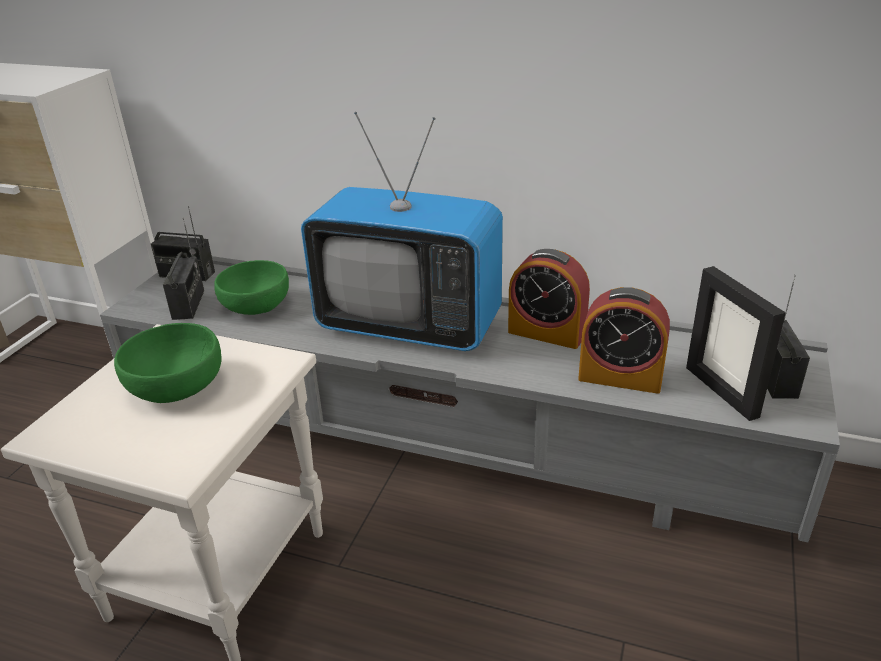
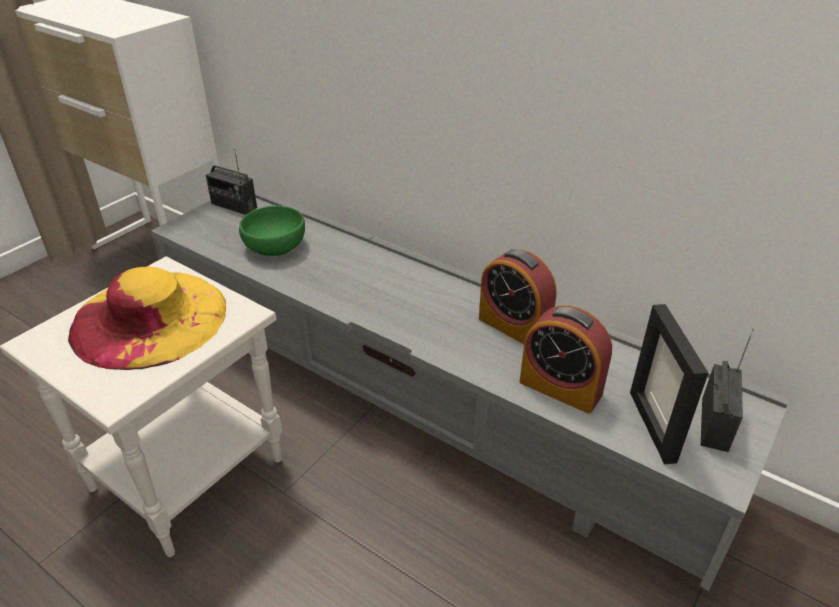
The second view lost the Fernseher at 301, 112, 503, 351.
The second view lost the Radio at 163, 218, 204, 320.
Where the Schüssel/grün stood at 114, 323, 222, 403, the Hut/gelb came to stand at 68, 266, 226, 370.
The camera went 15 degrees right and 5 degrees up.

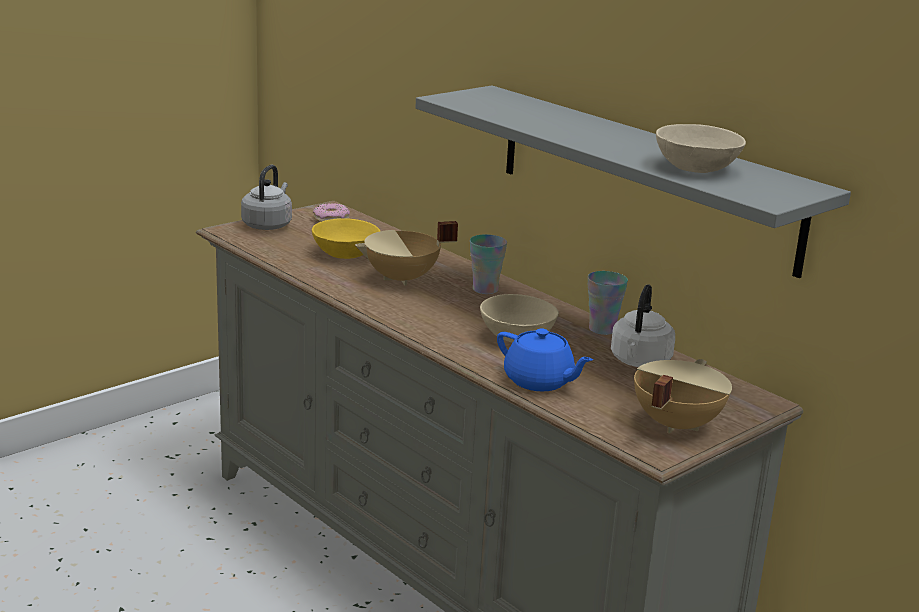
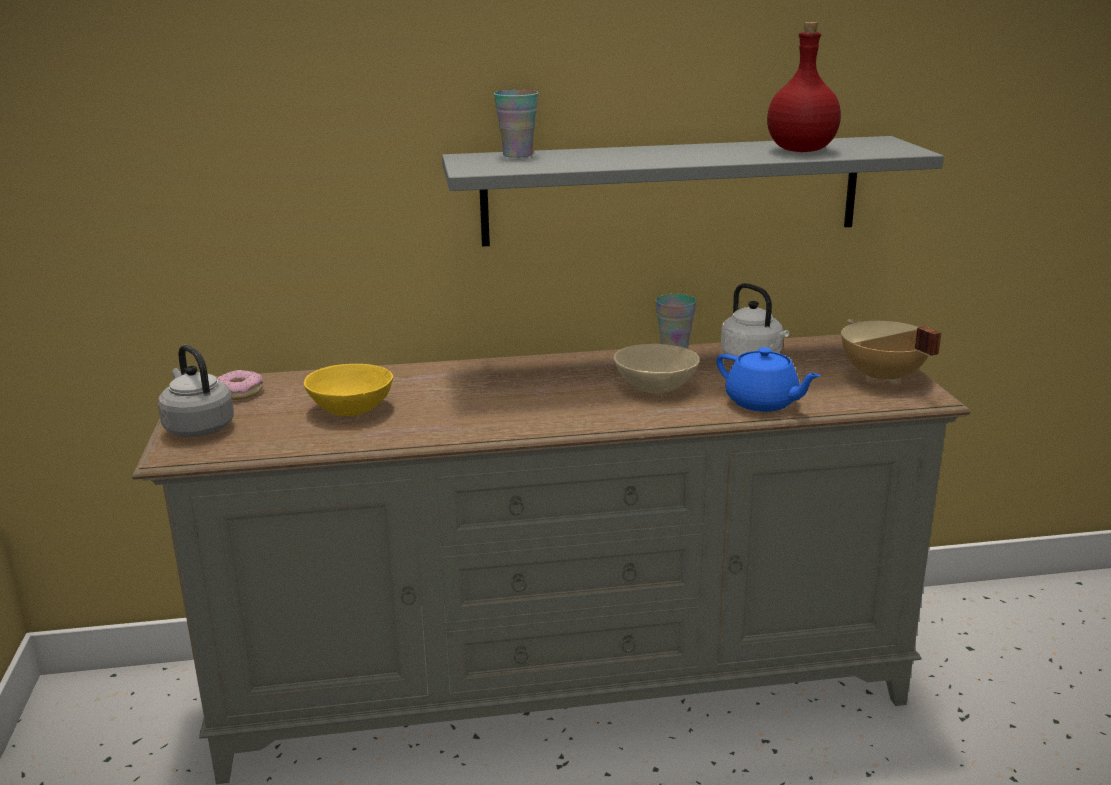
Where the Schüssel/beige stood at 656, 124, 746, 173, the Flasche/rot came to stand at 767, 22, 841, 152.
The second view lost the Kochtopf/beige at 355, 221, 458, 286.
The Tasse ended up elsewhere, having gone from 470, 234, 507, 294 to 494, 90, 538, 158.
The Teekanne/blau at 497, 328, 593, 392 ended up facing another way, 60 degrees clockwise from before.
The camera went 55 degrees left and 0 degrees up.

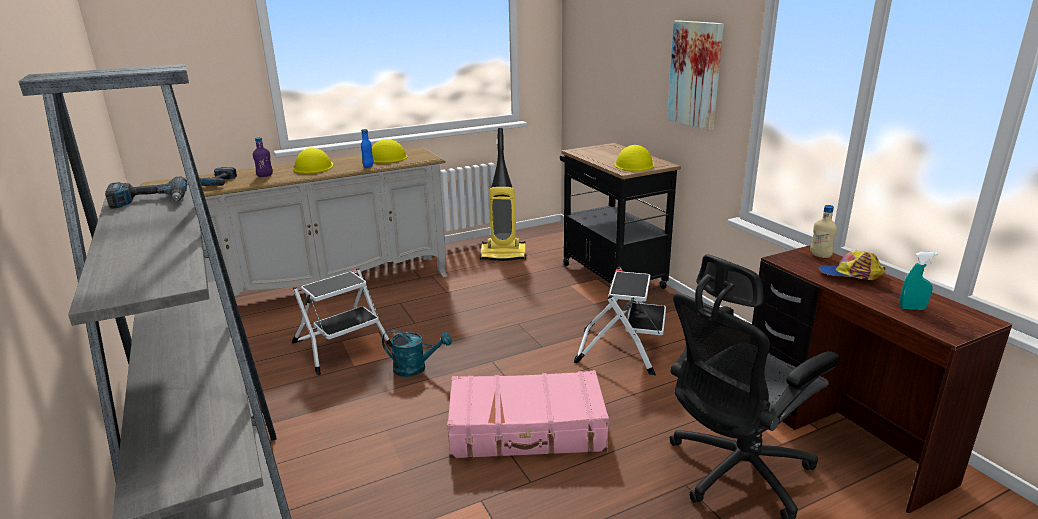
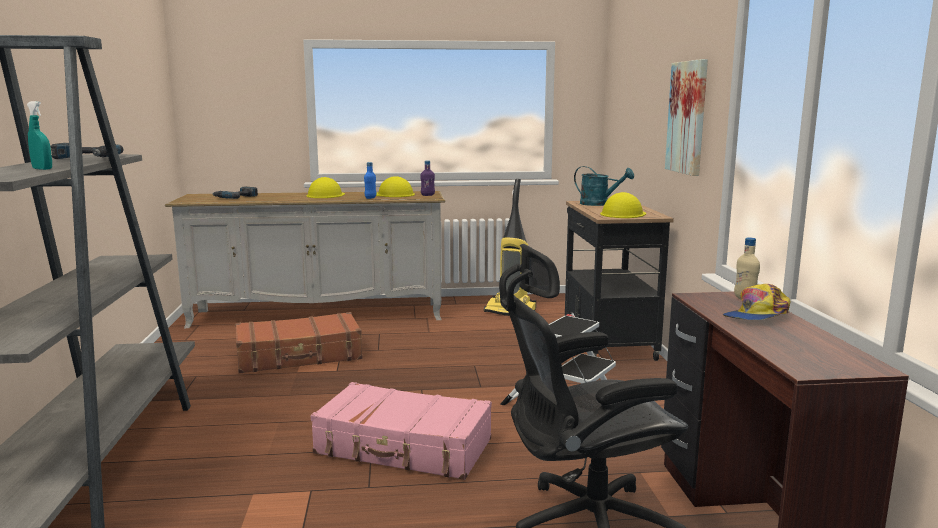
The Flasche/lila ended up elsewhere, having gone from 253, 137, 273, 177 to 421, 161, 435, 196.
The Kappe at 819, 251, 885, 280 ended up facing another way, 75 degrees counterclockwise from before.
The Sprühflasche/türkis ended up elsewhere, having gone from 899, 252, 938, 310 to 27, 101, 52, 170.
Where the Trittleiter stood at 292, 268, 392, 376, the Koffer/braun came to stand at 235, 312, 363, 374.
The Gießkanne/türkis ended up elsewhere, having gone from 382, 330, 452, 377 to 574, 166, 634, 206.
The camera went 20 degrees right and 10 degrees down.

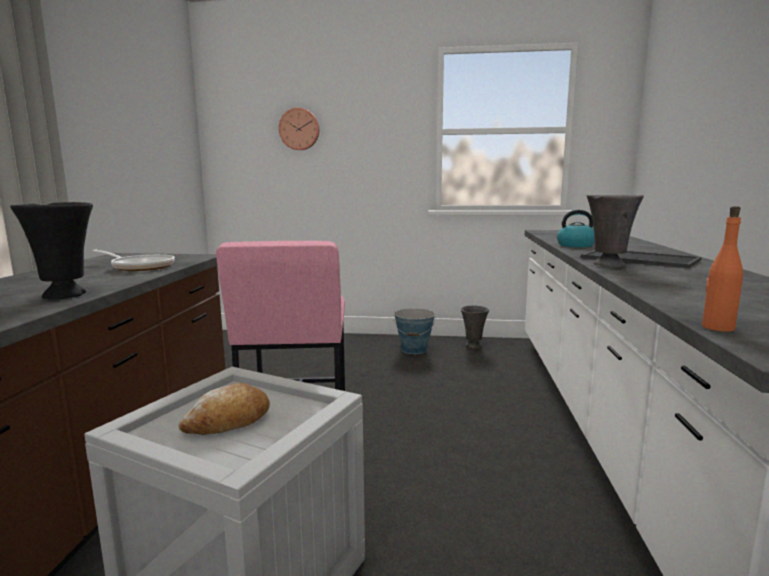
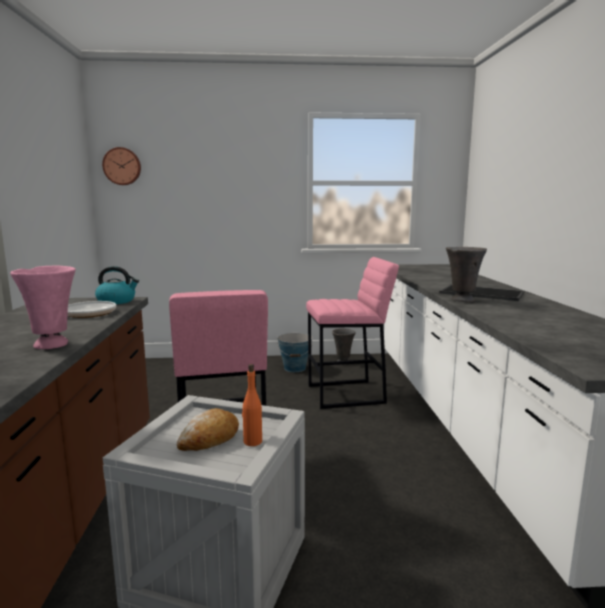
The Wanduhr ended up elsewhere, having gone from 279, 108, 319, 150 to 102, 147, 141, 185.
What was the Vase/schwarz at 10, 202, 93, 299 turned into the Vase/rosa at 10, 266, 76, 349.
The Flasche/orange ended up elsewhere, having gone from 702, 206, 743, 332 to 242, 364, 262, 446.
The Wasserkessel ended up elsewhere, having gone from 557, 210, 595, 247 to 95, 266, 139, 304.
The second view gained the Hocker/rosa at 306, 257, 399, 409.
The camera went 10 degrees left and 0 degrees up.

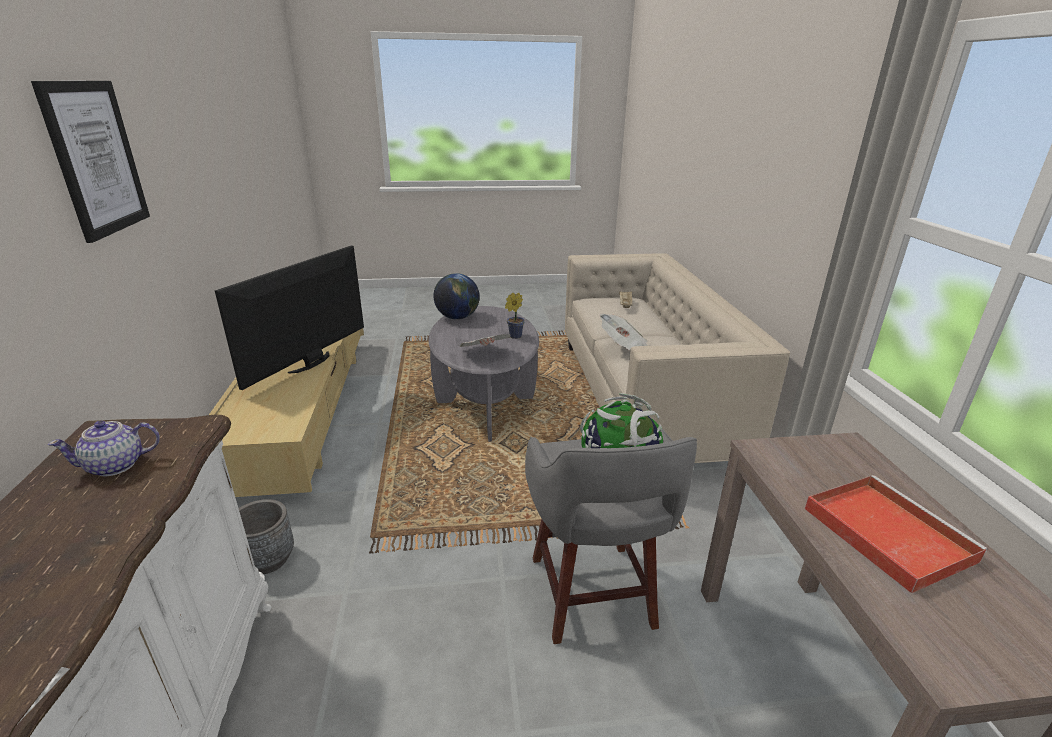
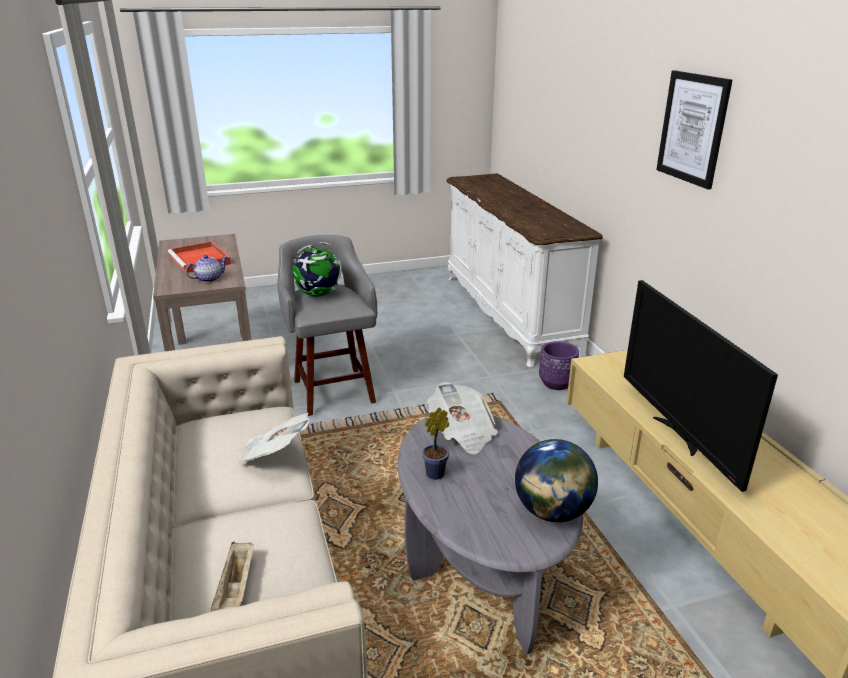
The Fernseher at 215, 246, 364, 390 ended up facing another way, 150 degrees clockwise from before.
The Teekanne ended up elsewhere, having gone from 48, 421, 160, 476 to 185, 255, 227, 283.
What was the Pflanzkübel/grau at 239, 499, 294, 574 turned into the Pflanzkübel/lila at 539, 341, 579, 390.
The camera went 170 degrees right and 0 degrees up.

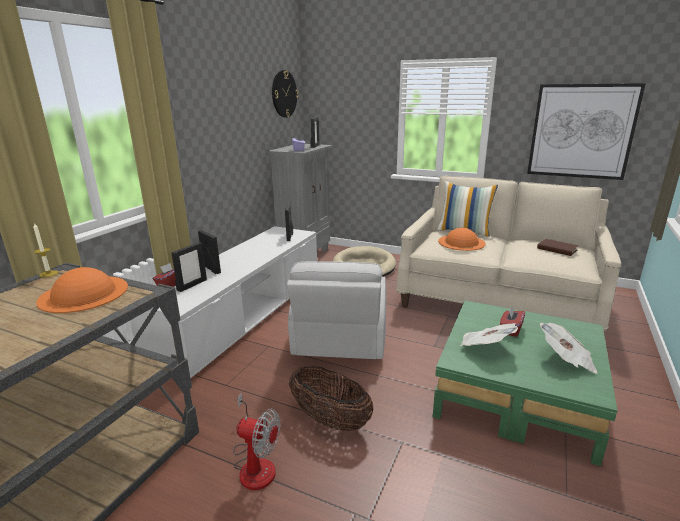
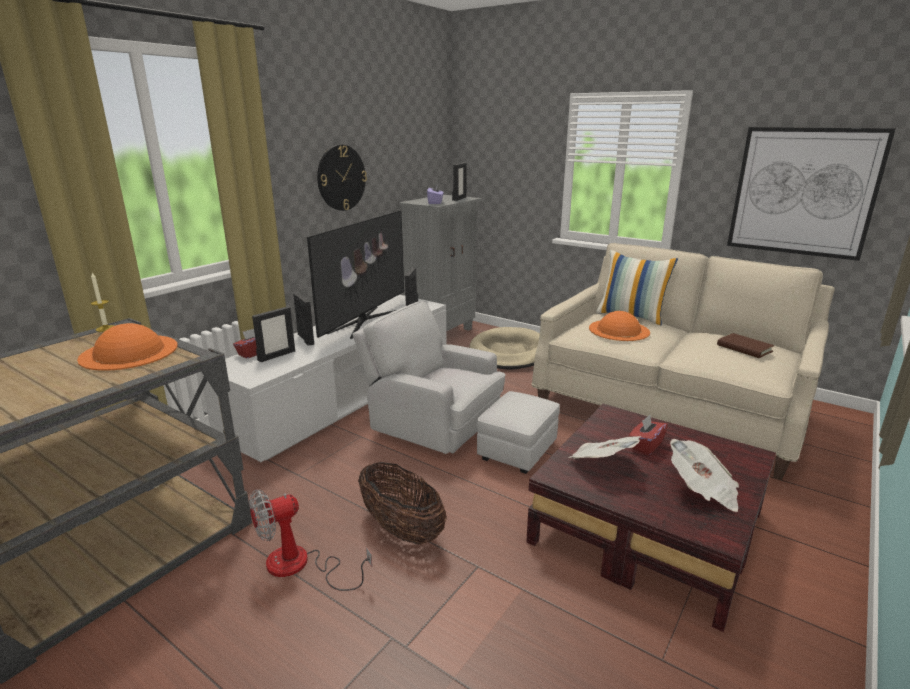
The Wanduhr ended up elsewhere, having gone from 272, 70, 298, 118 to 317, 145, 367, 211.
The Sessel/weiß at 287, 261, 386, 359 ended up facing another way, 105 degrees clockwise from before.
What was the Couchtisch/grün at 433, 301, 617, 466 turned into the Couchtisch/braun at 526, 404, 776, 632.
The Ventilator at 233, 392, 280, 490 ended up facing another way, 120 degrees clockwise from before.
The second view gained the Fernseher at 307, 210, 404, 339.
The camera went 10 degrees right and 0 degrees up.

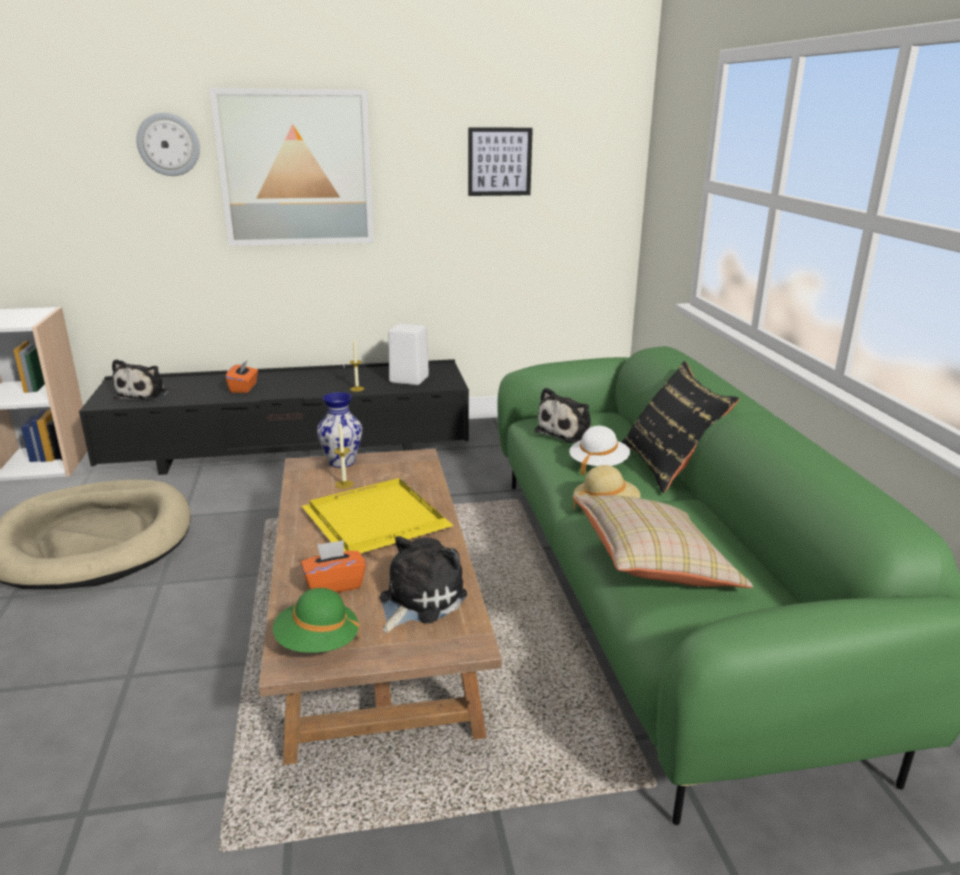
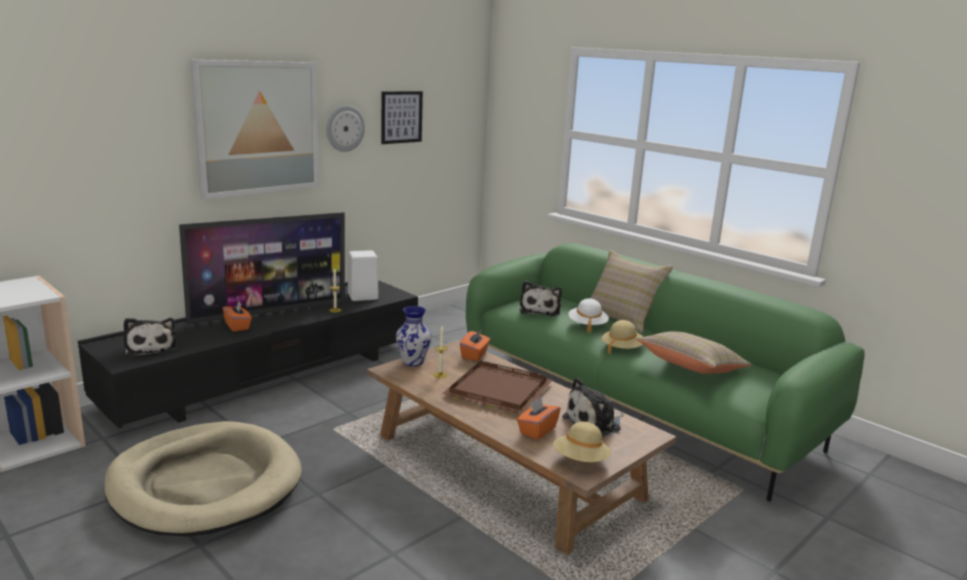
The Wanduhr ended up elsewhere, having gone from 136, 113, 200, 176 to 326, 105, 365, 152.
What was the Kissen/schwarz at 622, 361, 739, 493 turned into the Kissen/beige at 590, 250, 673, 333.
What was the Tablett/gelb at 302, 478, 454, 553 turned into the Tablett/braun at 442, 361, 553, 414.
The Plüschtier at 380, 536, 467, 633 ended up facing another way, 120 degrees counterclockwise from before.
What was the Hut/grün at 273, 588, 361, 653 turned into the Hut/beige at 553, 422, 611, 462.
The second view gained the Fernseher at 179, 212, 345, 324.
The second view gained the Taschentuchbox/orange at 460, 329, 490, 361.
The camera went 35 degrees left and 5 degrees down.

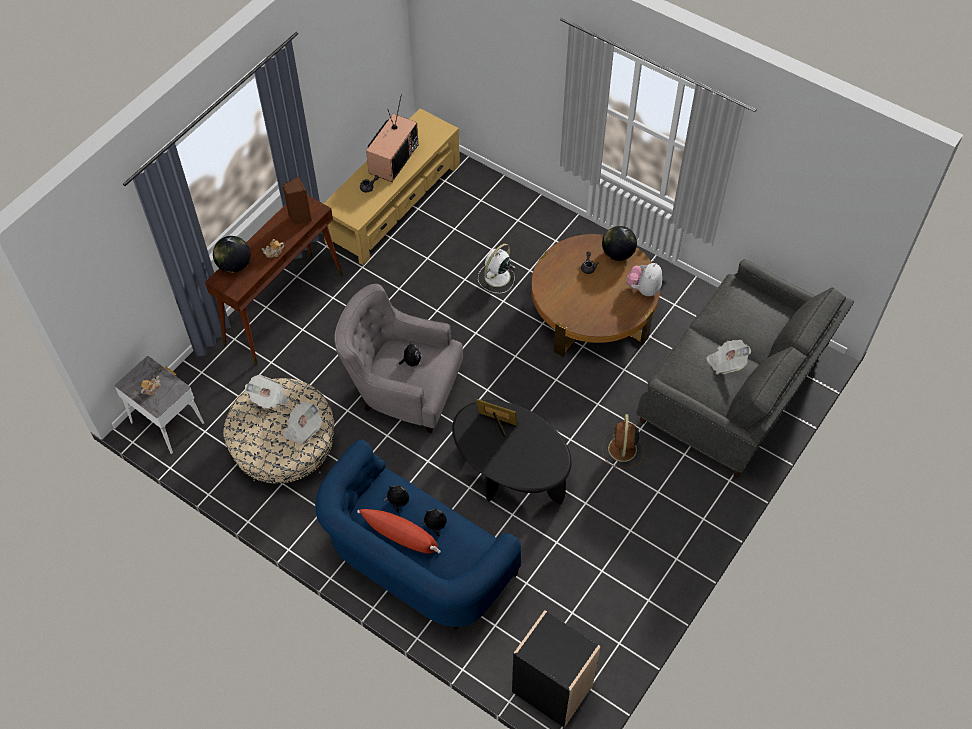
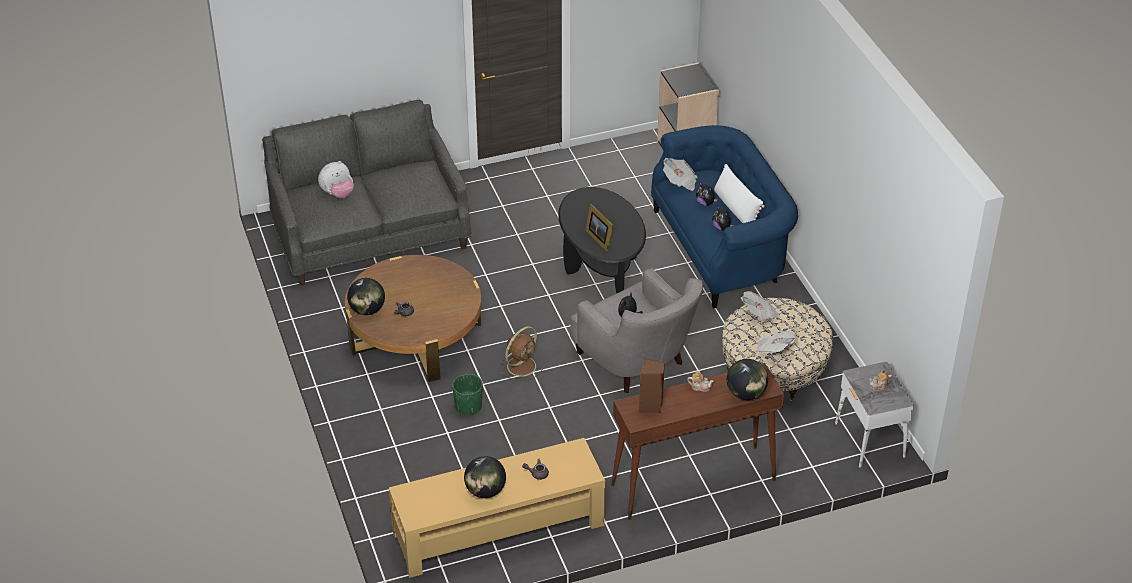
Where the Fernseher stood at 366, 97, 419, 182, the Globus came to stand at 464, 456, 506, 498.
Where the Ventilator/weiß stood at 478, 244, 516, 293, the Pflanzkübel/grün came to stand at 452, 374, 483, 415.
The Plüschtier ended up elsewhere, having gone from 626, 263, 662, 296 to 318, 161, 354, 198.
The Zeitung ended up elsewhere, having gone from 707, 340, 751, 374 to 663, 158, 698, 191.
The Ventilator/braun ended up elsewhere, having gone from 602, 414, 644, 468 to 500, 326, 544, 381.
What was the Kissen/rot at 357, 509, 441, 553 turned into the Kissen/weiß at 714, 164, 765, 223.
The camera went 145 degrees left and 15 degrees down.

